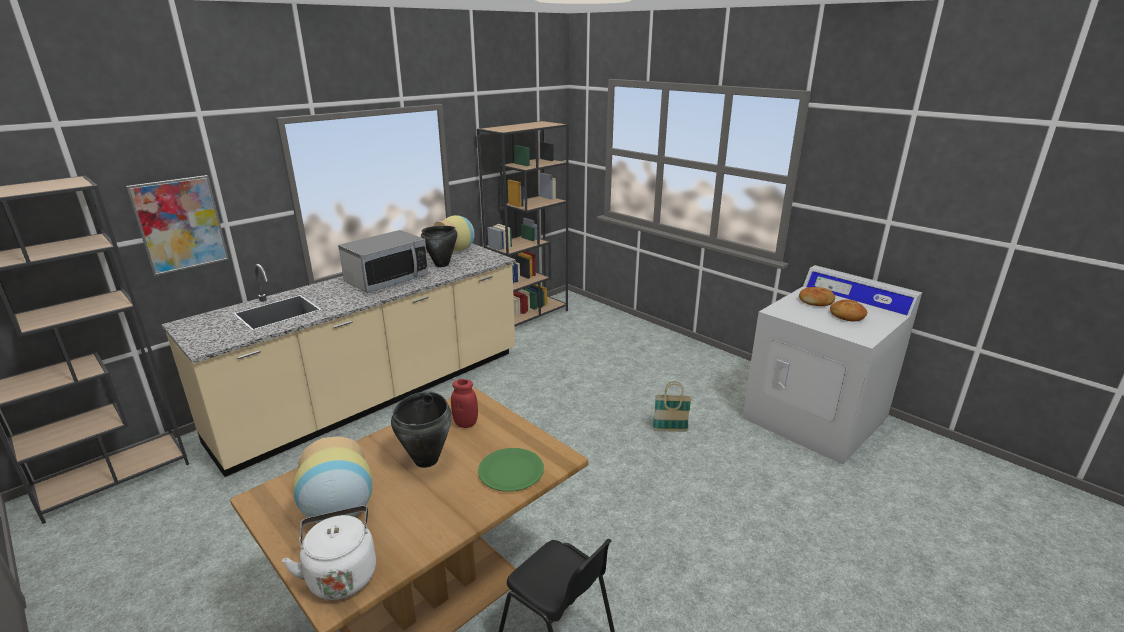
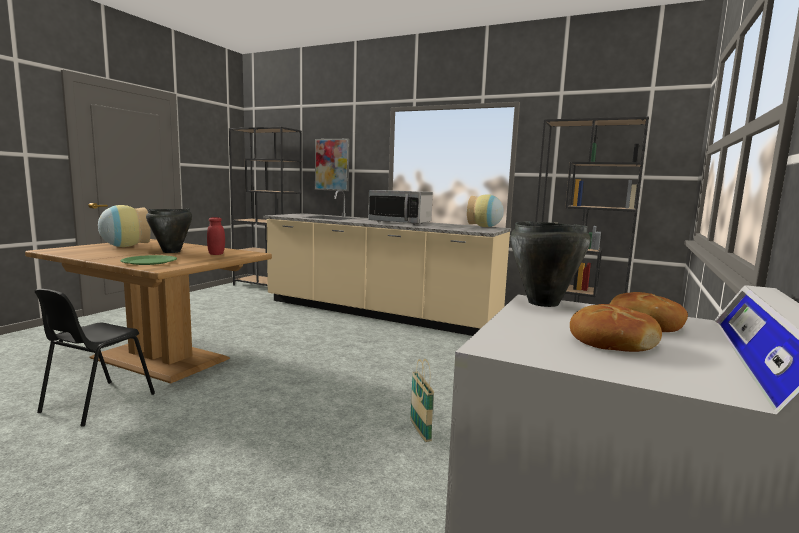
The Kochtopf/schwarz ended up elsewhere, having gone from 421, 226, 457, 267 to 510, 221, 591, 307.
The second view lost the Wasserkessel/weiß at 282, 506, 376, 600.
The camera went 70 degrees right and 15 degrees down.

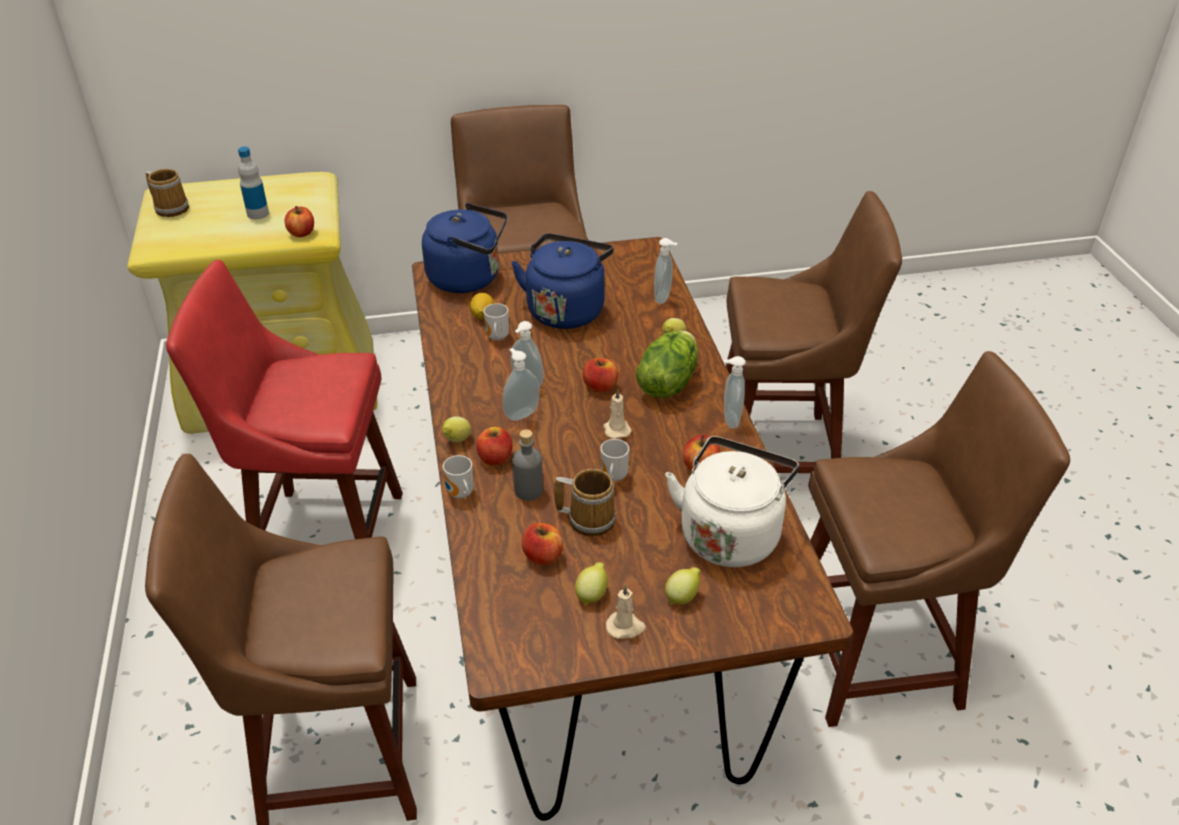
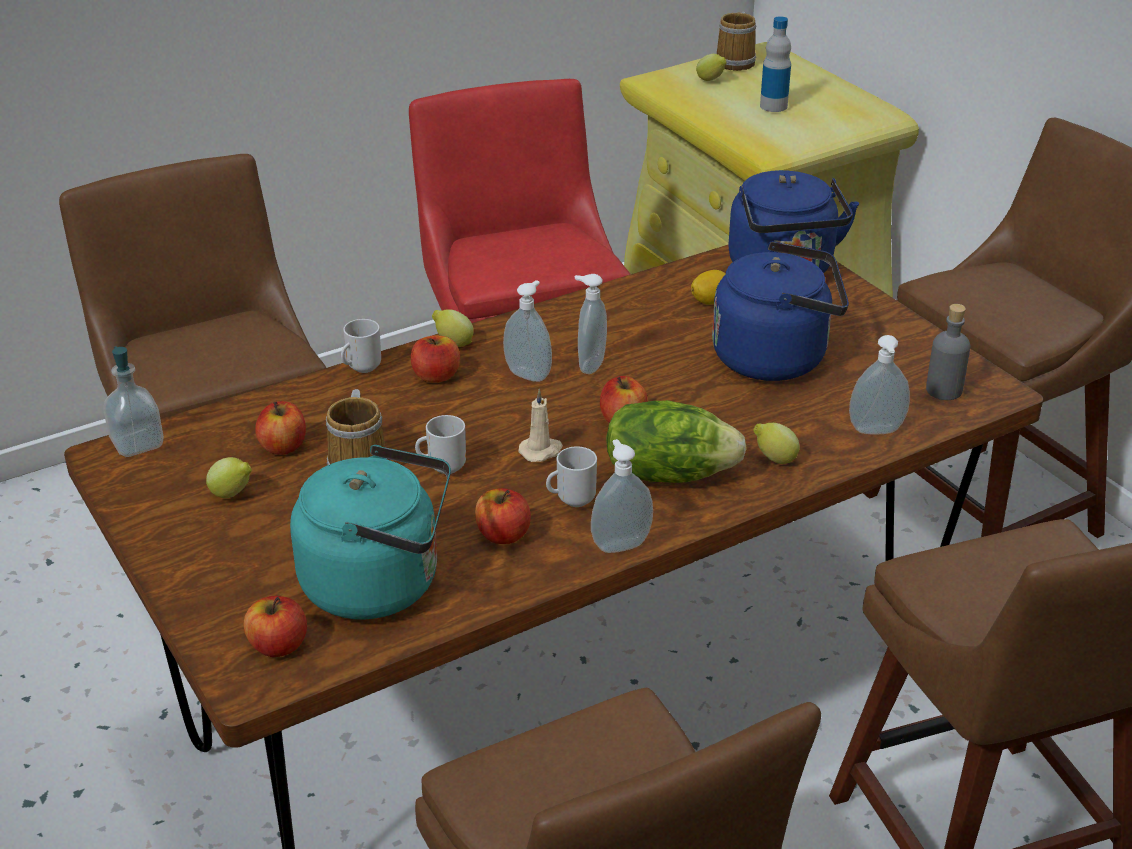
The Apfel ended up elsewhere, having gone from 285, 206, 314, 237 to 244, 596, 307, 657.
The Henkelbecher ended up elsewhere, having gone from 484, 303, 509, 341 to 546, 446, 597, 507.
The Flasche/grau ended up elsewhere, having gone from 512, 429, 543, 501 to 926, 304, 970, 400.
What was the Wasserkessel/weiß at 665, 436, 799, 567 turned into the Wasserkessel/türkis at 290, 445, 451, 620.
The Zitrone ended up elsewhere, having gone from 665, 567, 701, 605 to 696, 54, 726, 81.
The second view lost the Kerze/beige at 606, 584, 646, 639.
The second view gained the Seifenspender at 103, 346, 164, 457.
The camera went 70 degrees right and 5 degrees down.

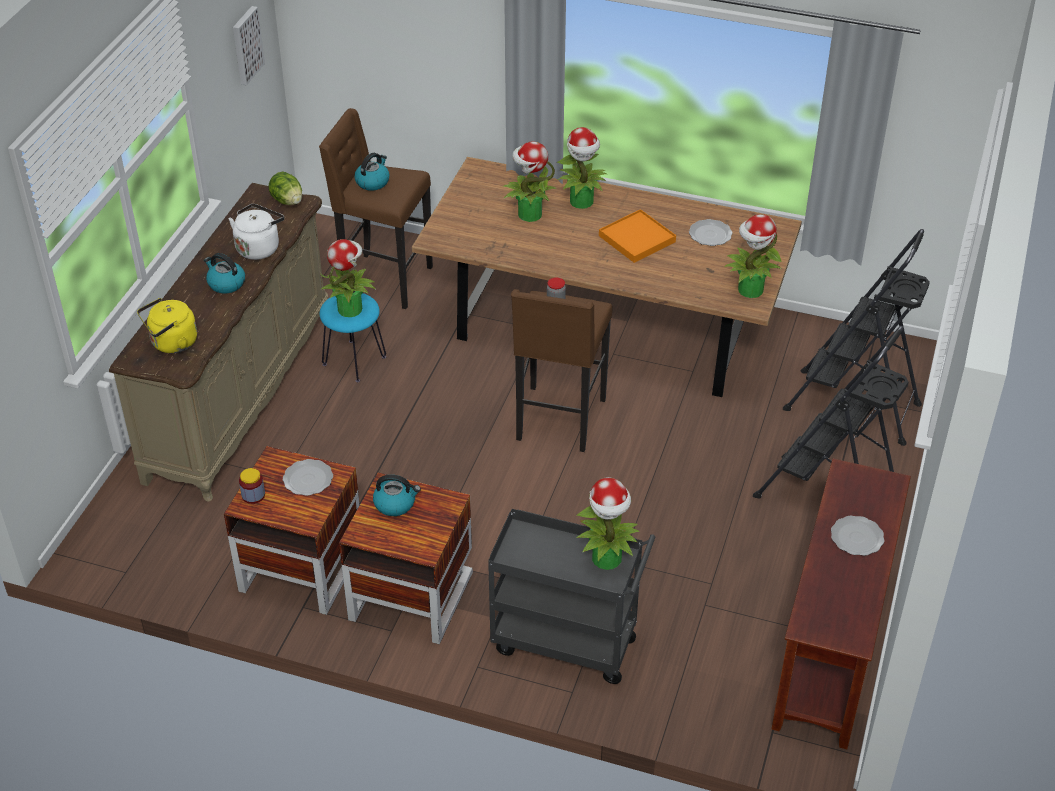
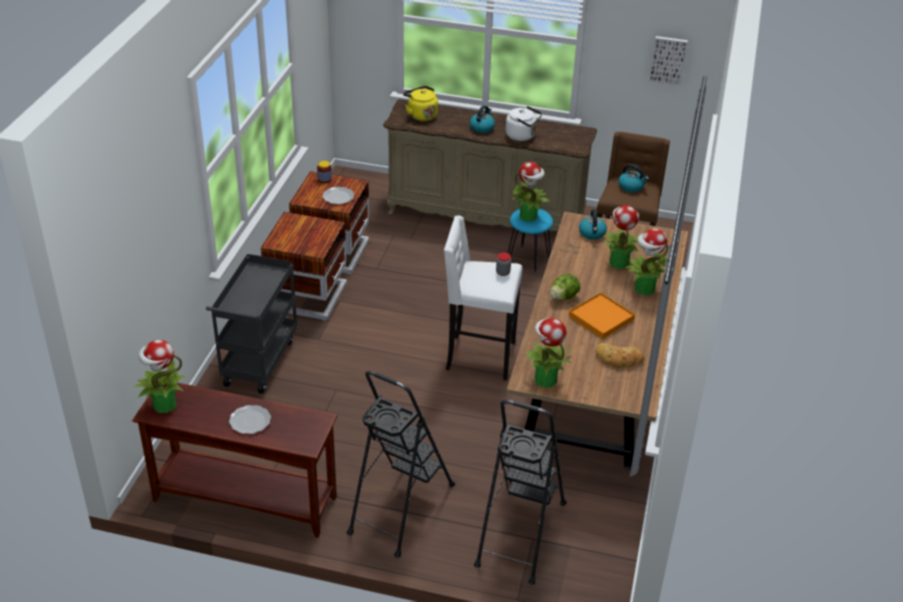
The Salatkopf ended up elsewhere, having gone from 269, 171, 302, 205 to 550, 274, 580, 300.
Where the Teller stood at 689, 219, 733, 246, the Brot came to stand at 596, 343, 644, 368.
What was the Hocker/braun at 511, 289, 612, 452 turned into the Hocker/weiß at 444, 215, 522, 381.
The Wasserkessel ended up elsewhere, having gone from 373, 475, 421, 516 to 579, 209, 607, 240.
The Topfpflanze ended up elsewhere, having gone from 577, 477, 640, 570 to 134, 340, 186, 413.
The camera went 85 degrees right and 5 degrees down.

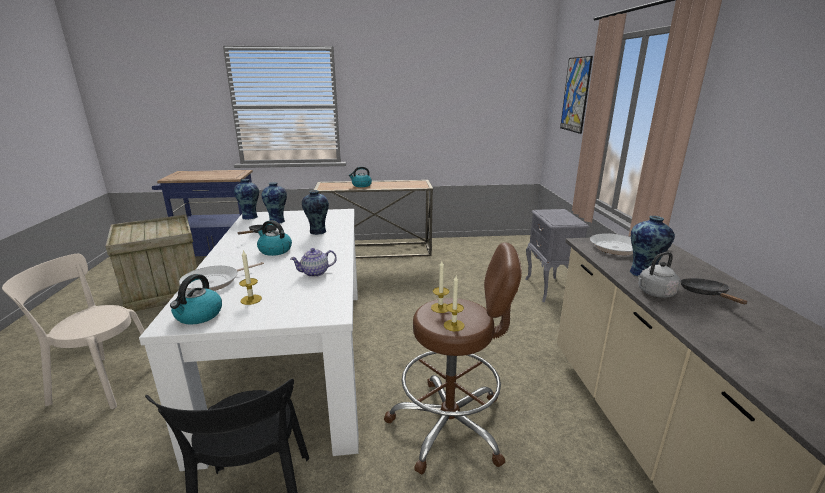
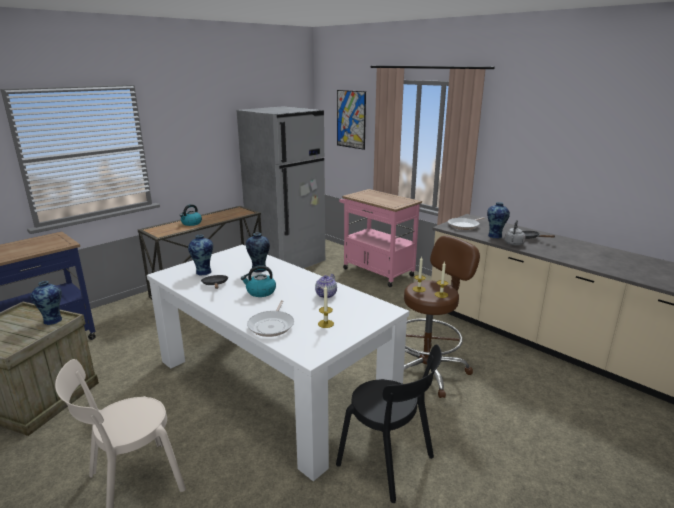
The Vase ended up elsewhere, having gone from 234, 179, 259, 220 to 31, 281, 62, 325.
Where the Nachttisch/grau stood at 526, 209, 589, 302, the Rollwagen/rosa came to stand at 339, 189, 422, 287.
The second view lost the Wasserkessel at 170, 274, 222, 325.
The second view gained the Kühlschrank/grau at 236, 106, 325, 269.
The camera went 40 degrees left and 0 degrees up.

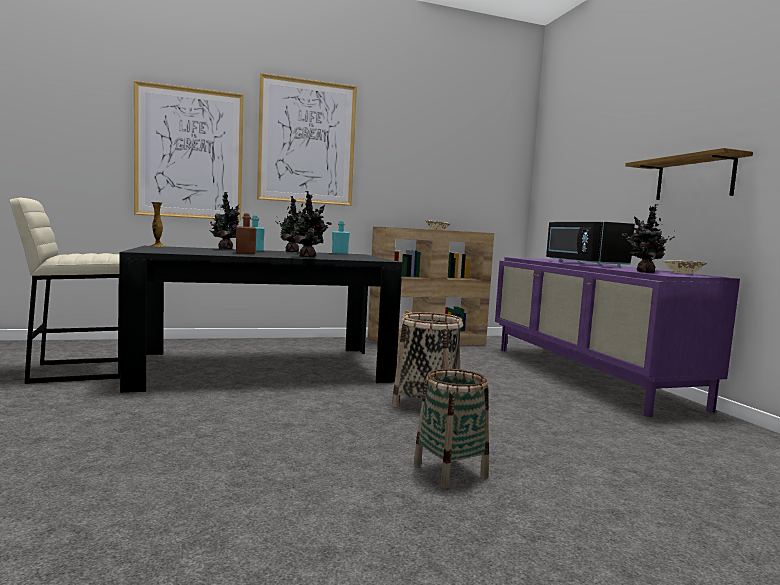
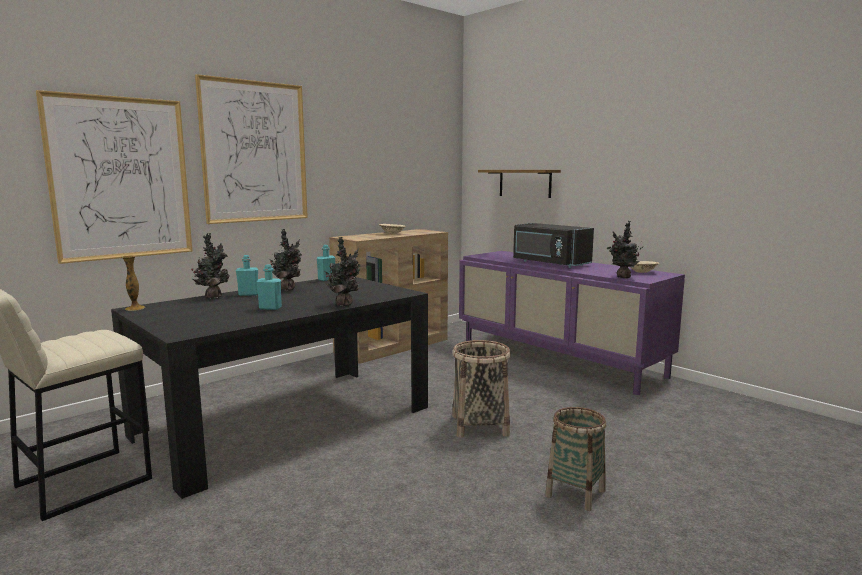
The Wandregal ended up elsewhere, having gone from 625, 148, 753, 200 to 478, 170, 561, 198.
What was the Flasche/braun at 236, 213, 256, 254 turned into the Flasche/türkis at 257, 264, 282, 310.
The camera went 25 degrees left and 5 degrees up.

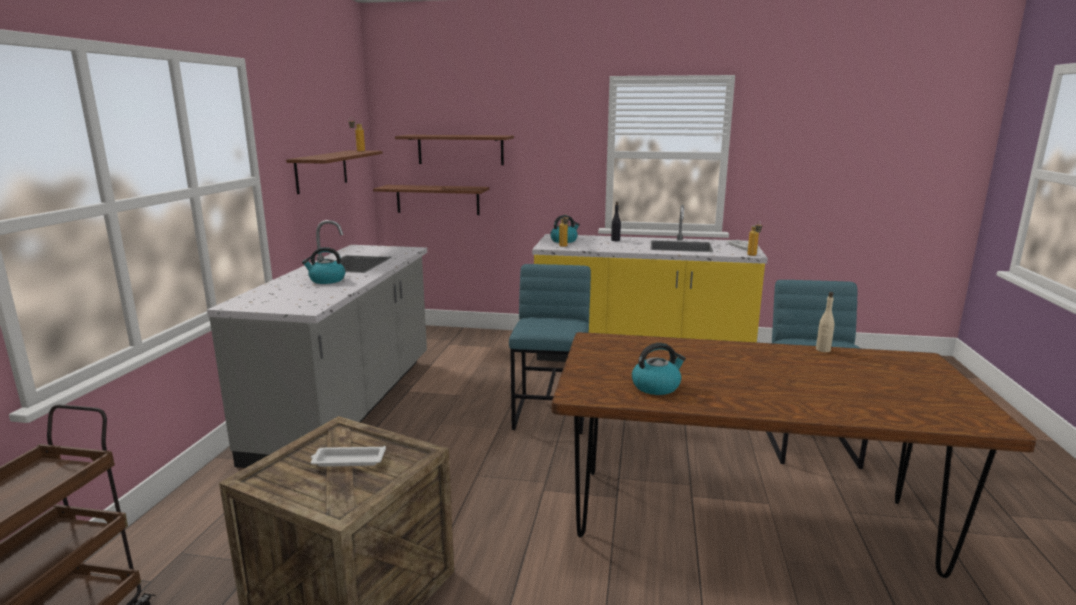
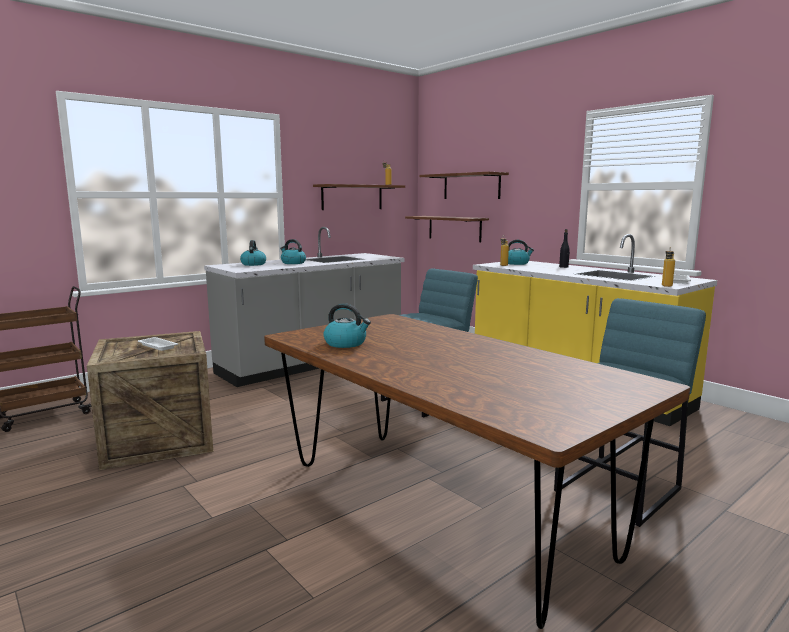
The second view lost the Flasche/beige at 816, 292, 834, 352.
The second view gained the Wasserkessel at 240, 240, 266, 266.
The camera went 40 degrees right and 5 degrees down.

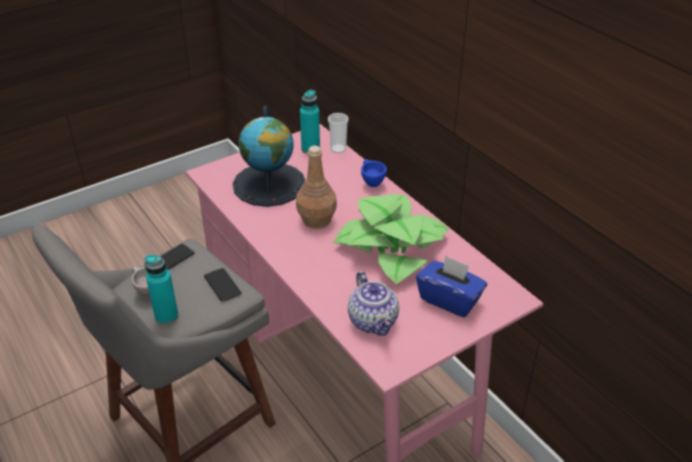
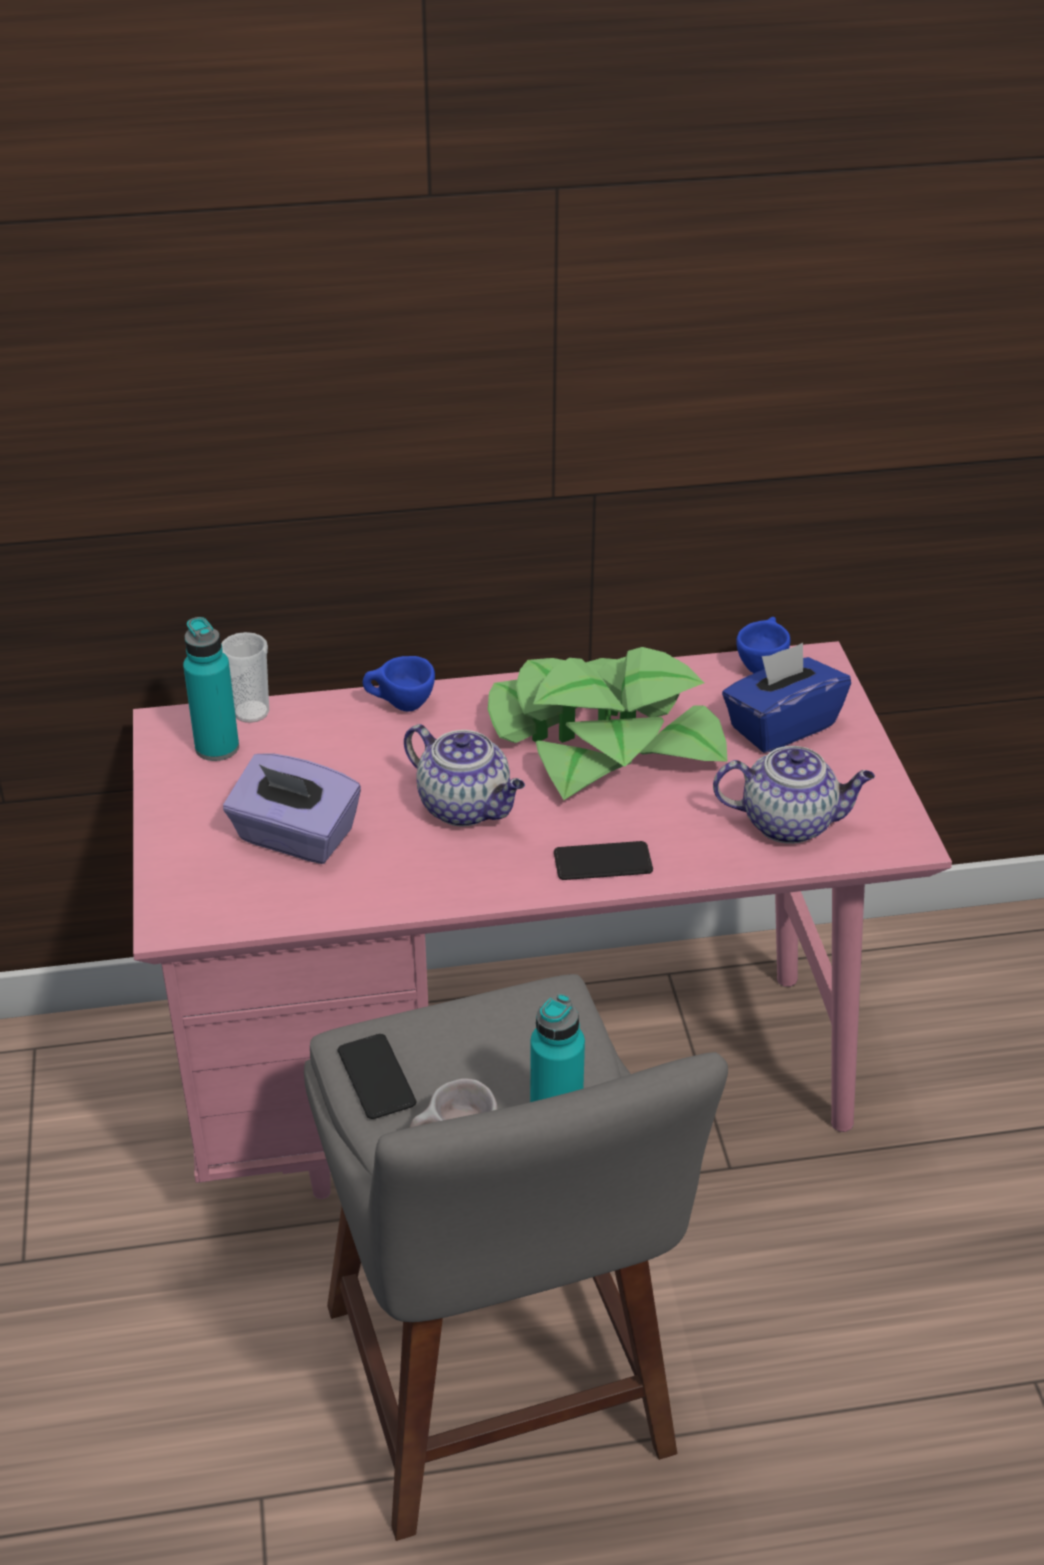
Where the Globus stood at 233, 106, 305, 207, the Taschentuchbox/lila came to stand at 223, 753, 361, 864.
Where the Flasche/braun stood at 296, 146, 337, 229, the Teekanne came to stand at 404, 724, 525, 826.
The Handy ended up elsewhere, having gone from 204, 268, 241, 302 to 554, 841, 653, 880.
The second view gained the Tasse/blau at 736, 617, 790, 673.
The camera went 65 degrees left and 0 degrees up.

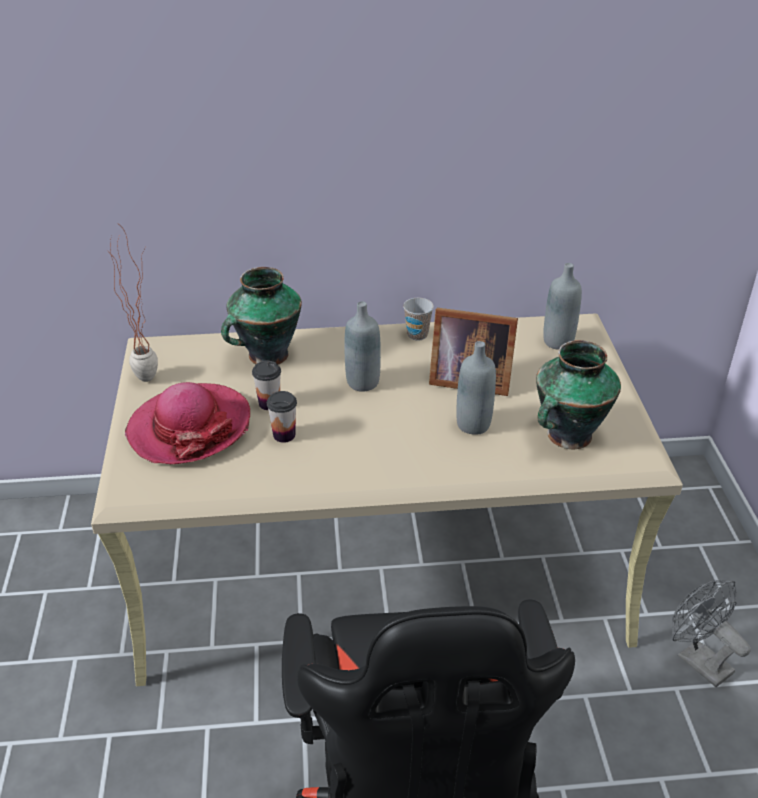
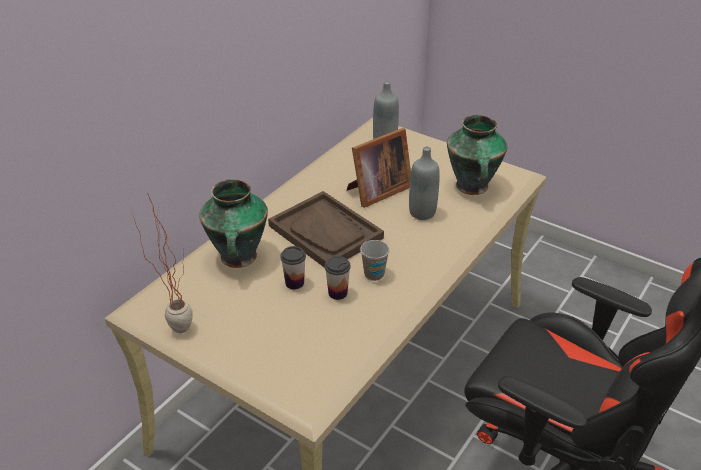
The Tasse ended up elsewhere, having gone from 403, 298, 434, 341 to 360, 240, 390, 281.
Where the Flasche/grau stood at 344, 301, 381, 392, the Tablett/braun came to stand at 268, 191, 384, 268.
The second view lost the Hut at 125, 382, 250, 464.
The second view lost the Ventilator/grau at 672, 580, 751, 687.
The camera went 50 degrees left and 0 degrees up.

